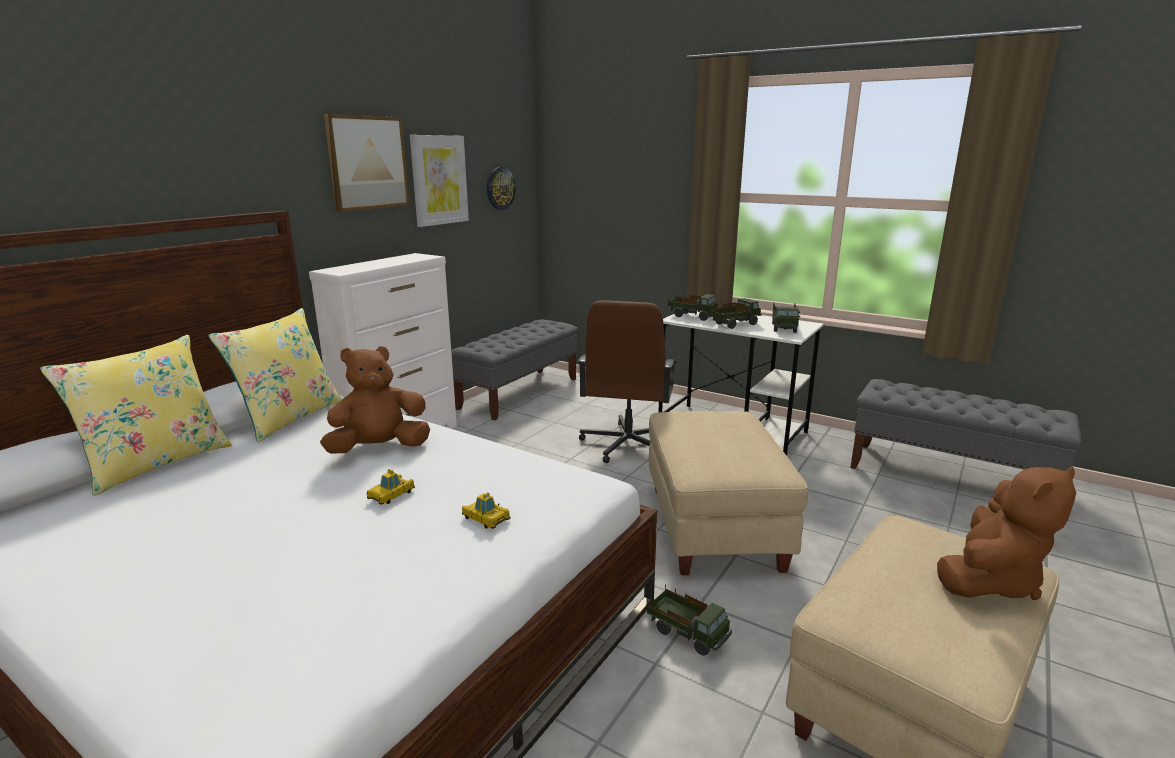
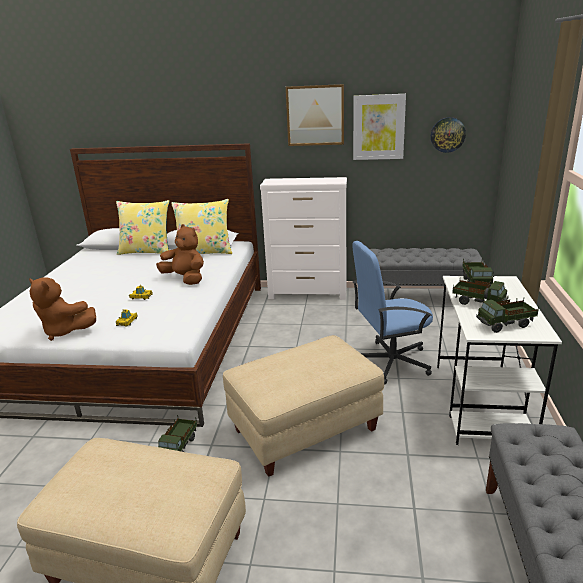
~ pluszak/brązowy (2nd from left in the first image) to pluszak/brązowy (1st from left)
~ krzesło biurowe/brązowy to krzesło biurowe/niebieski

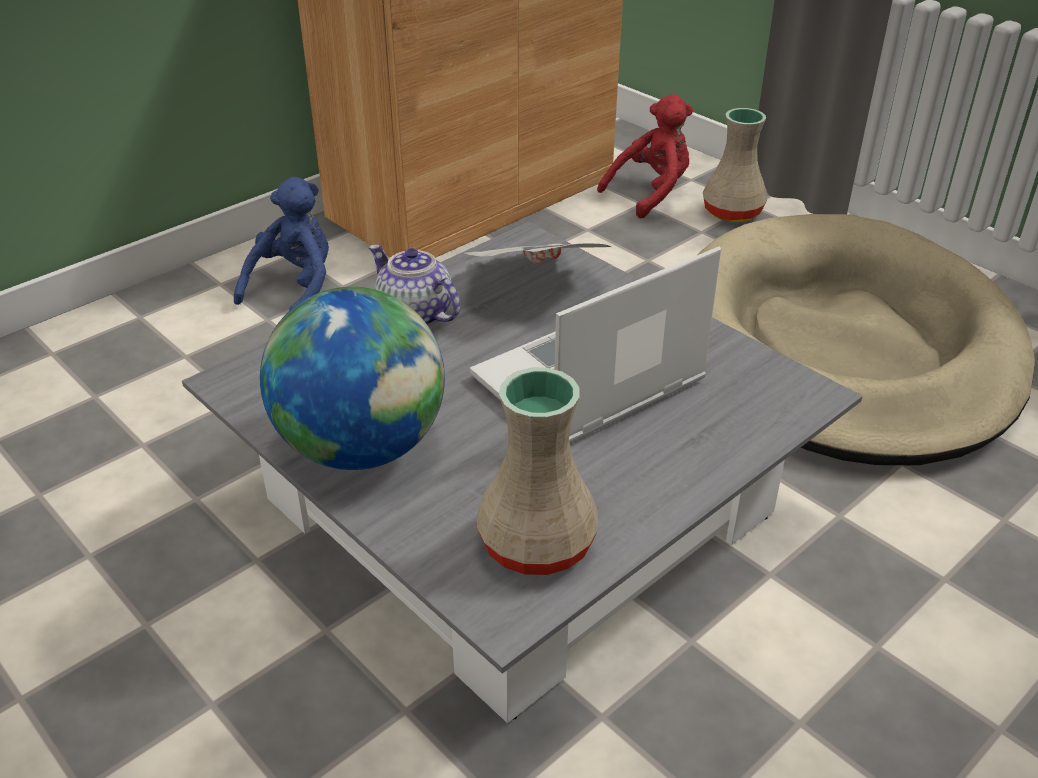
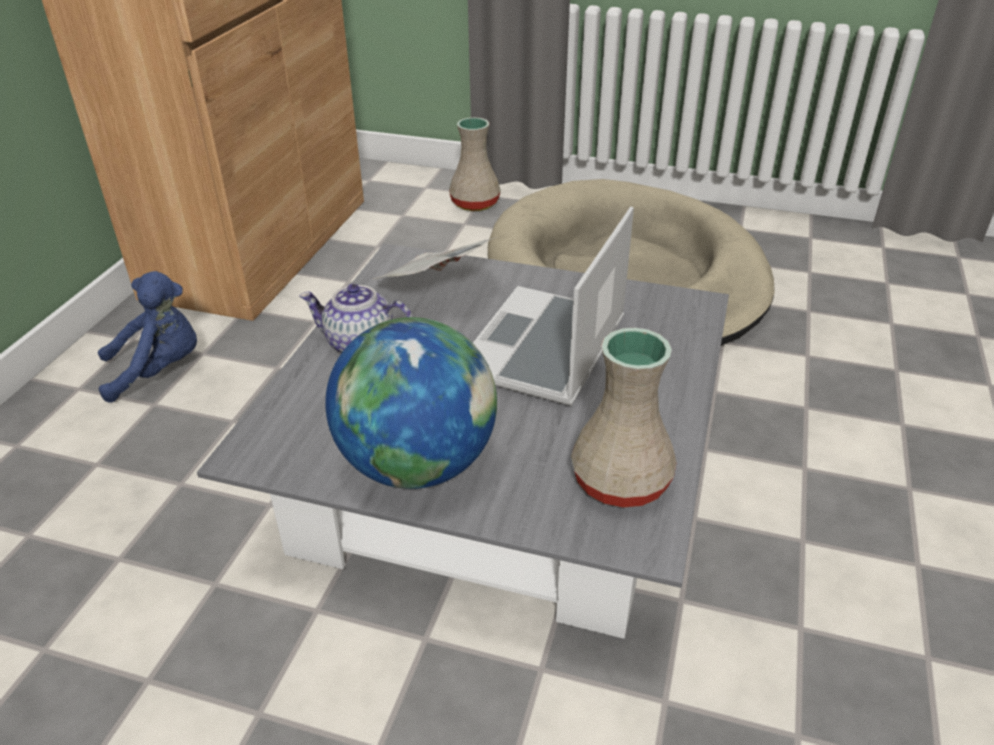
~ pluszak/niebieski 75 degrees clockwise
- pluszak/czerwony

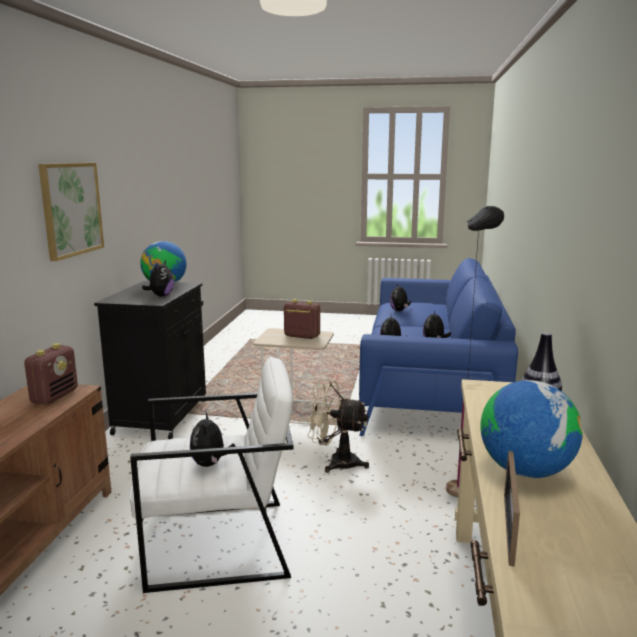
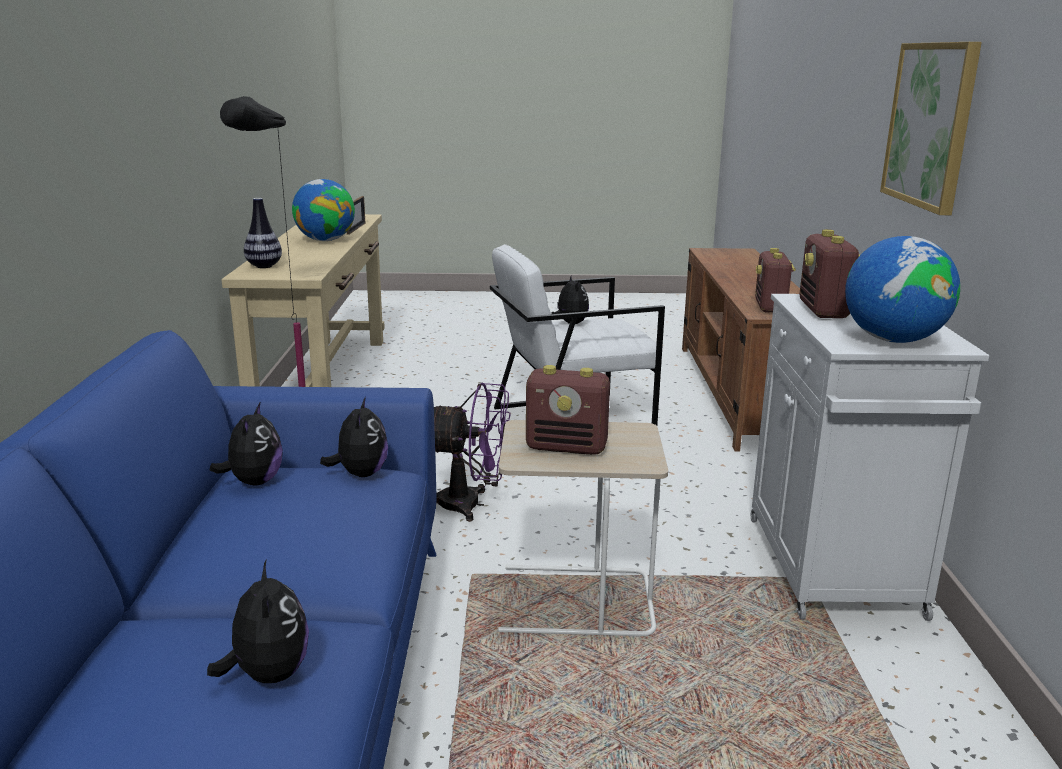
~ wentylator/beżowy to wentylator/fioletowy
~ szafka/czarny to szafka/biały
~ pluszak (1st from left) to radio (3rd from left)

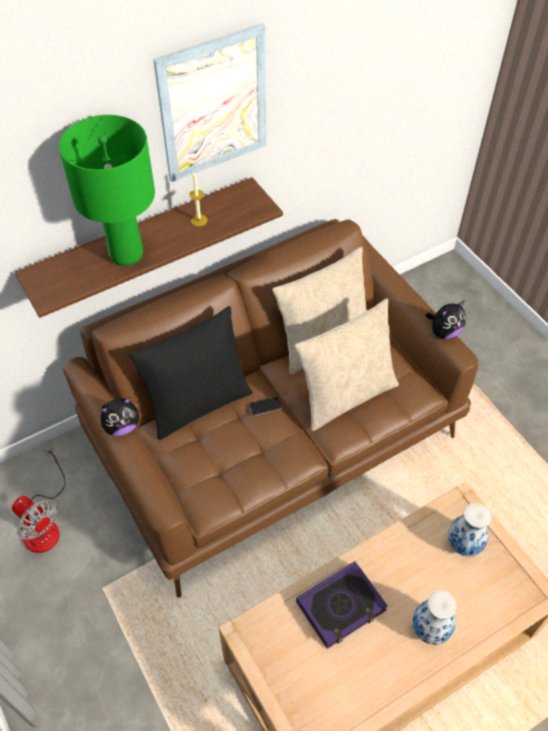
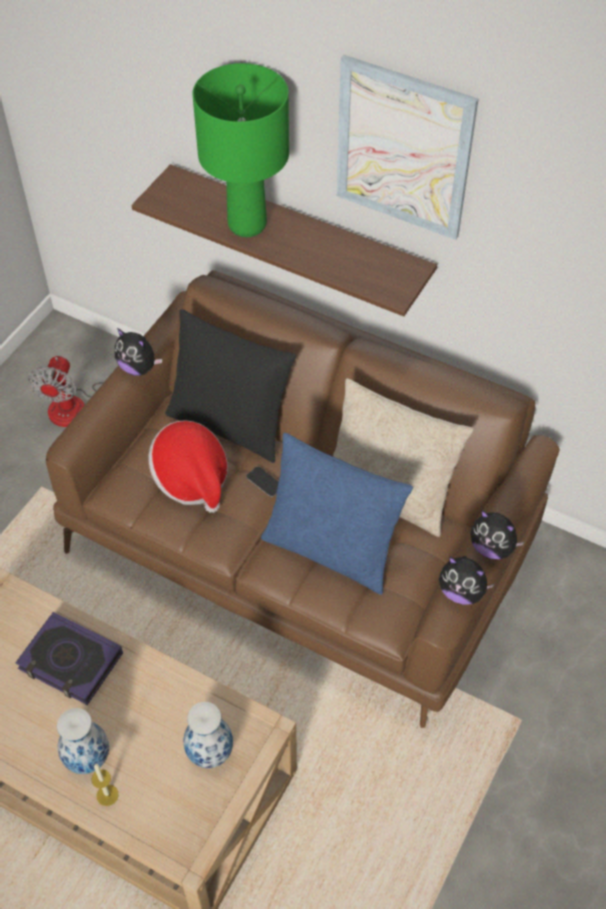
~ świeca
+ kapelusz
~ poduszka/beżowy (2nd from left) to poduszka/niebieski
+ pluszak (3rd from left)

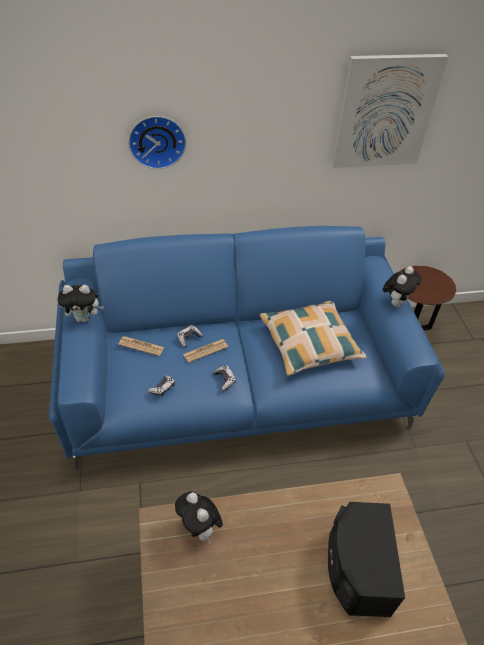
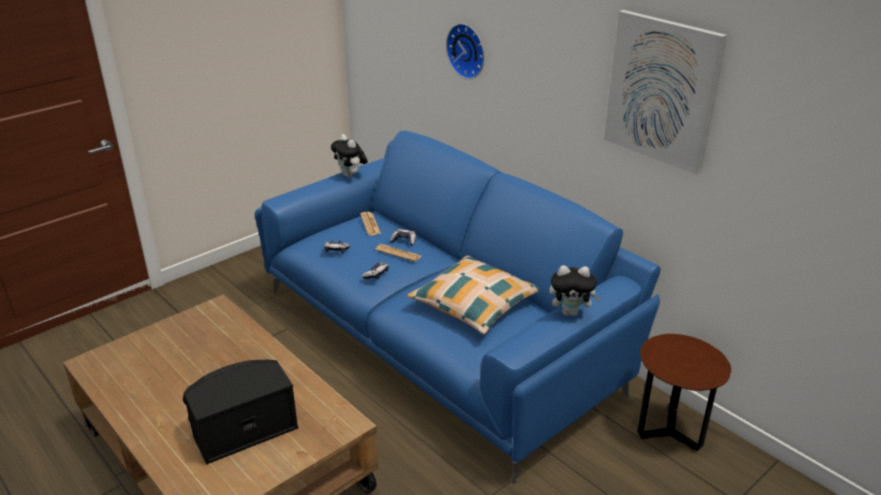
- pluszak (2nd from left)

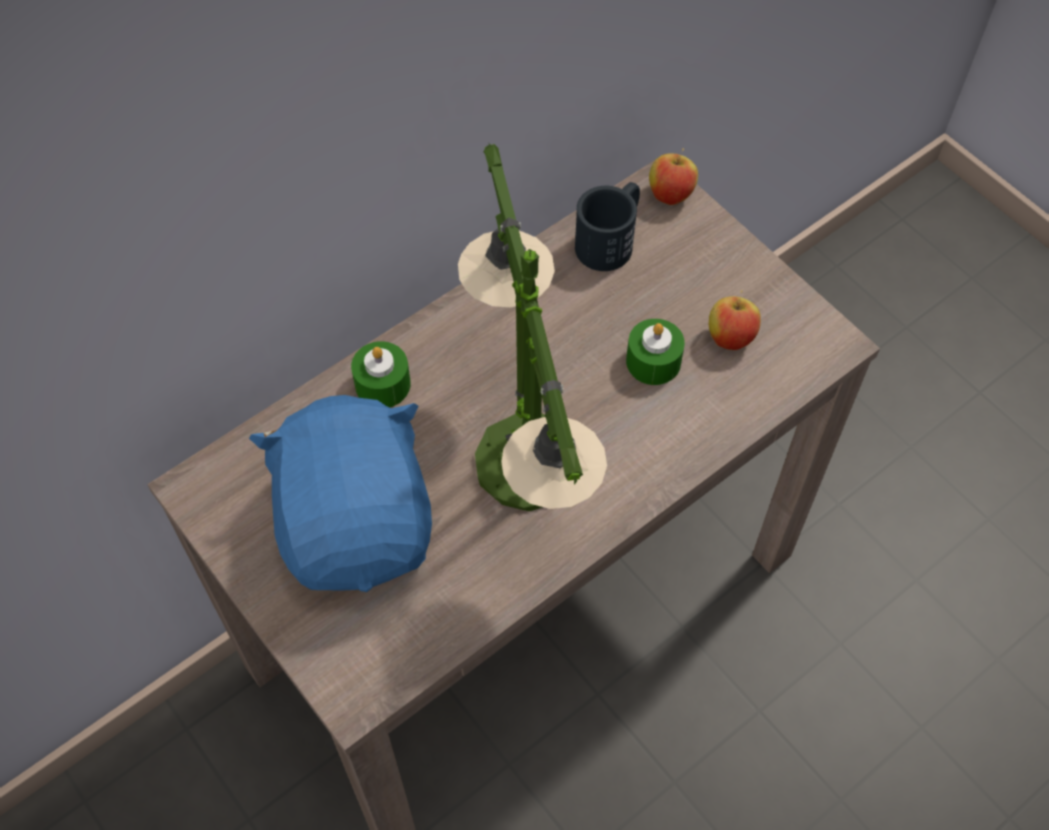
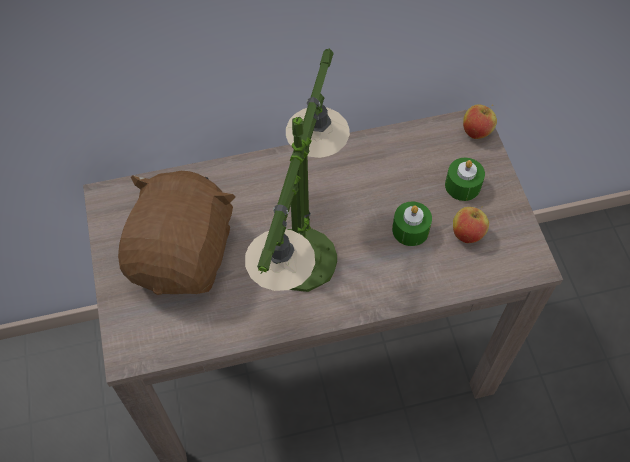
~ pluszak/niebieski to pluszak/brązowy
~ świeca/zielony (1st from left in the first image) to świeca/zielony (2nd from left)
- kubek/czarny

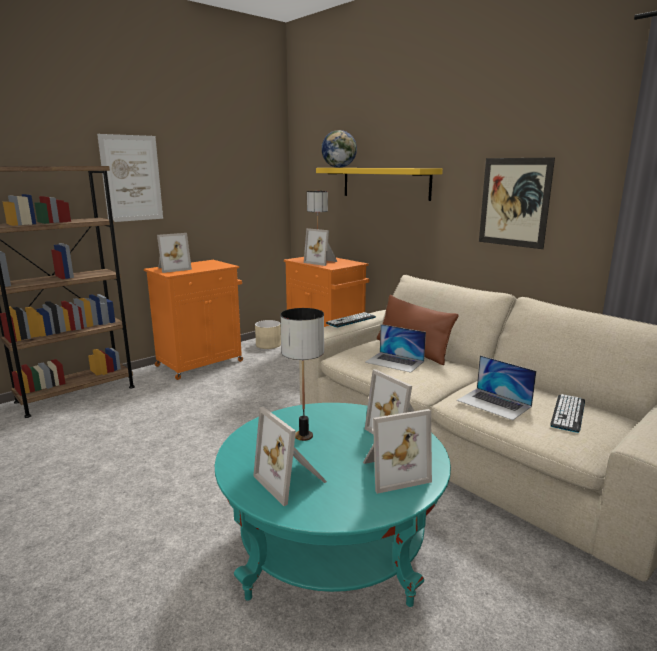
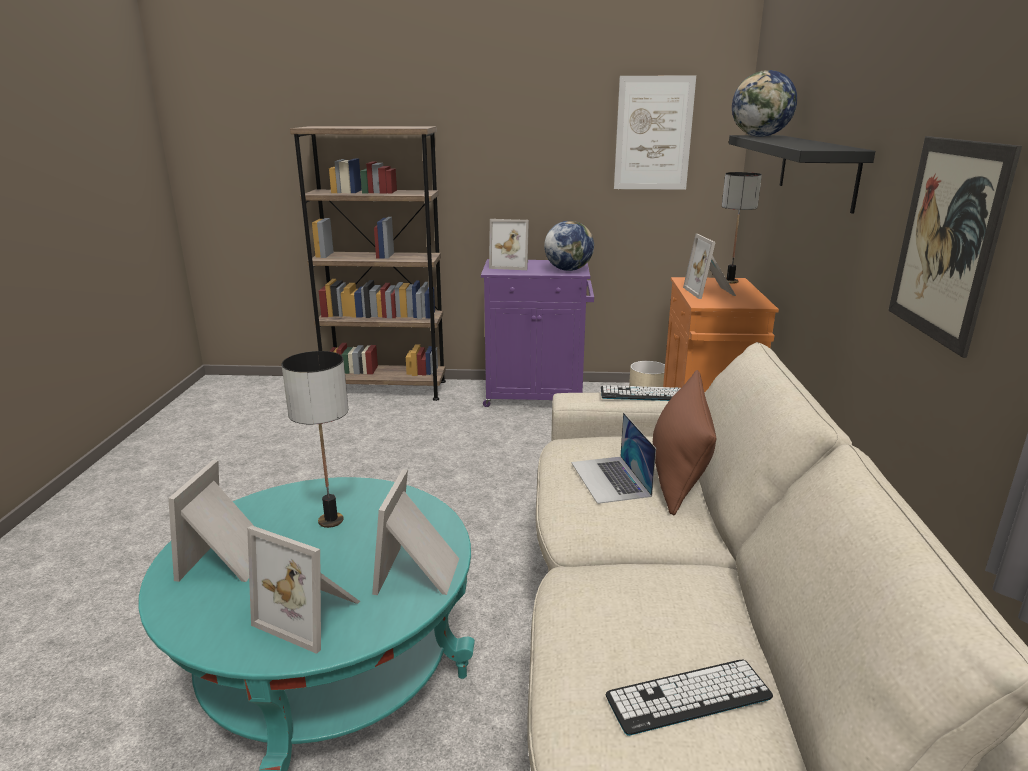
~ szafka/pomarańczowy (1st from left) to szafka/fioletowy
+ globus (1st from left)
~ obraz (1st from left)
~ półka/żółty to półka/czarny
- laptop (2nd from left)

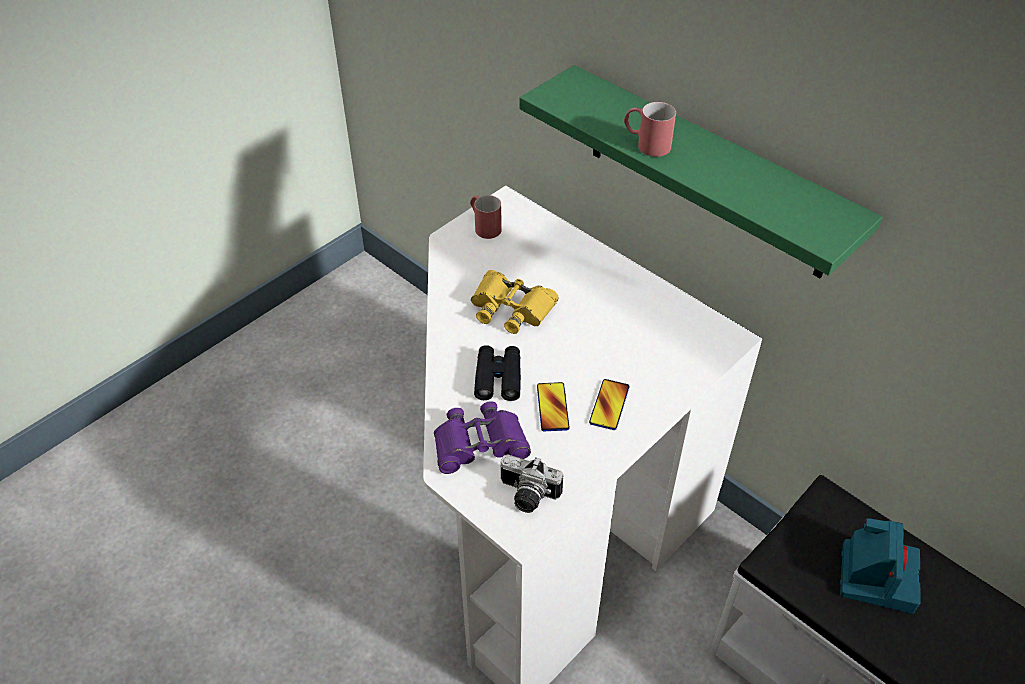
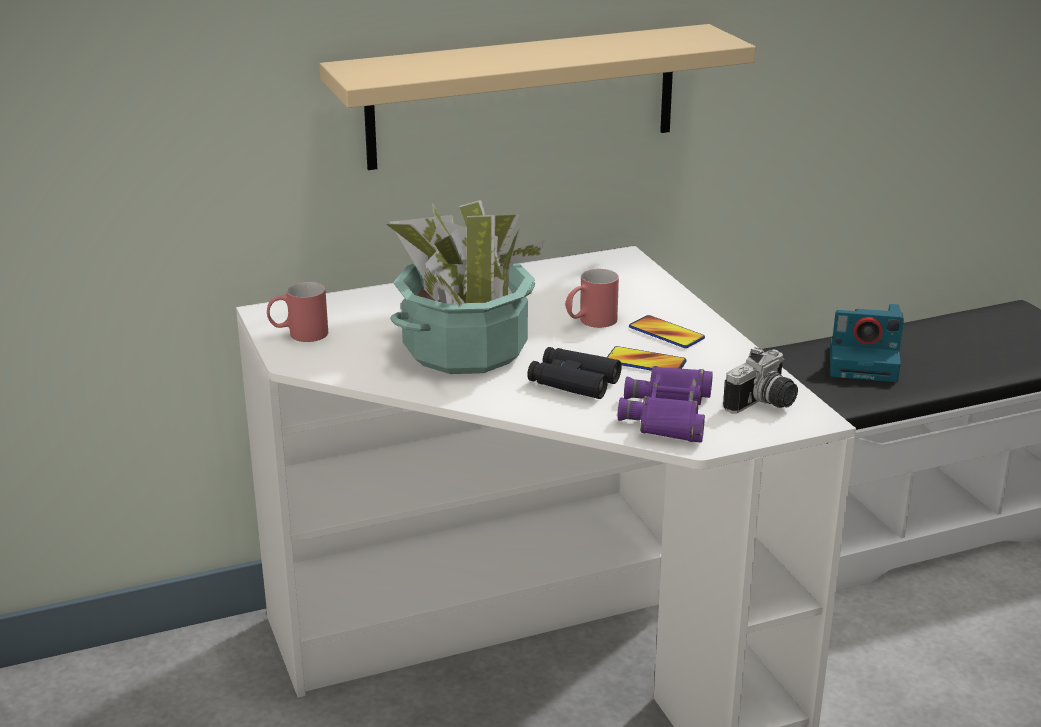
~ półka/zielony to półka/beżowy
~ lornetka/żółty to roślina doniczkowa
~ kubek/czerwony (2nd from left)
~ aparat fotograficzny (2nd from left) 150 degrees clockwise

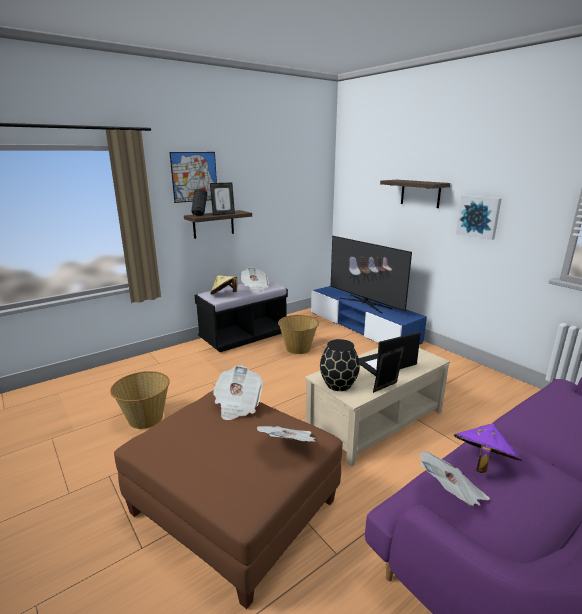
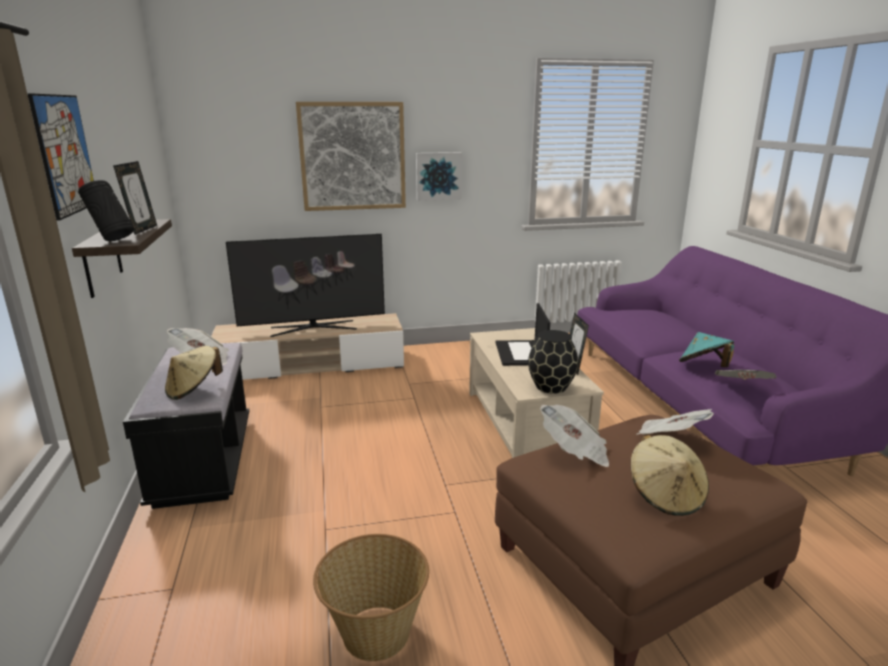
~ szafka pod telewizor/niebieski to szafka pod telewizor/beżowy
~ półka (2nd from left) to obraz (2nd from left)
+ kapelusz/beżowy (2nd from left)
~ kapelusz/fioletowy to kapelusz/turkusowy
- koszyk (2nd from left)

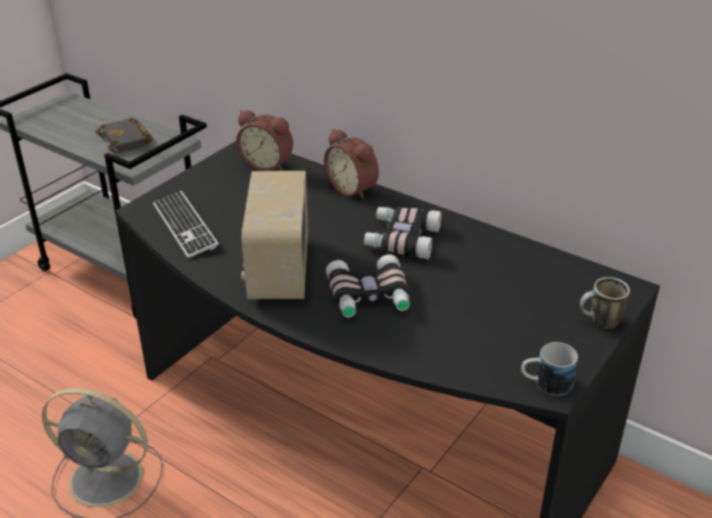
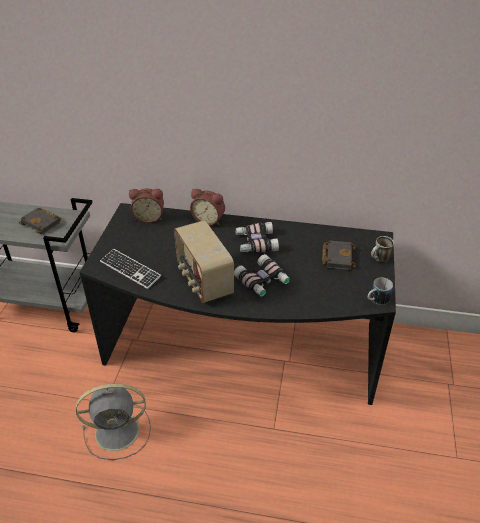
+ książka/czarny (2nd from left)

